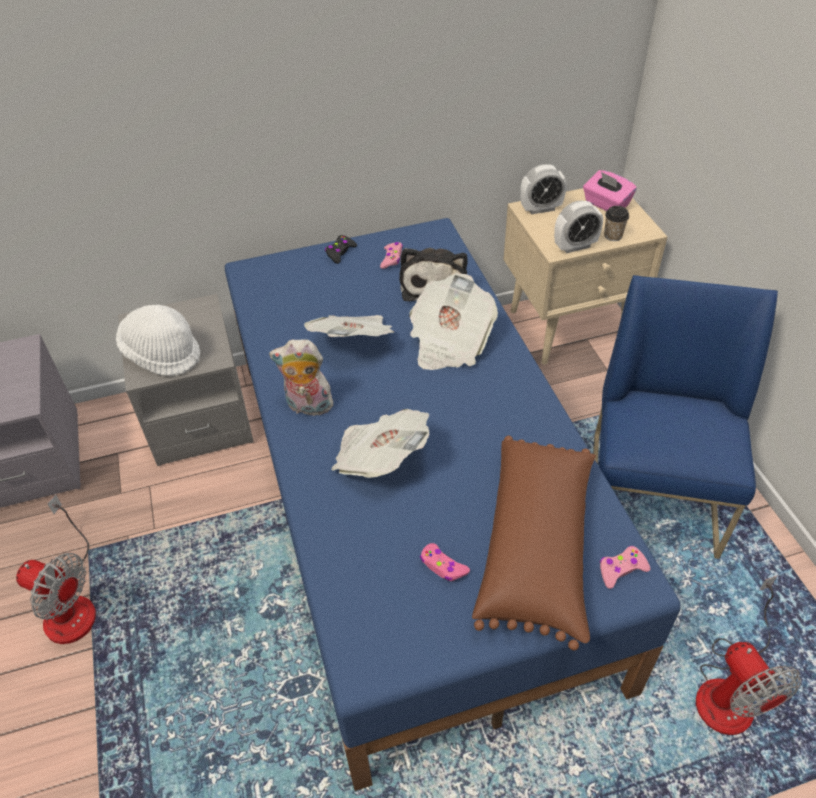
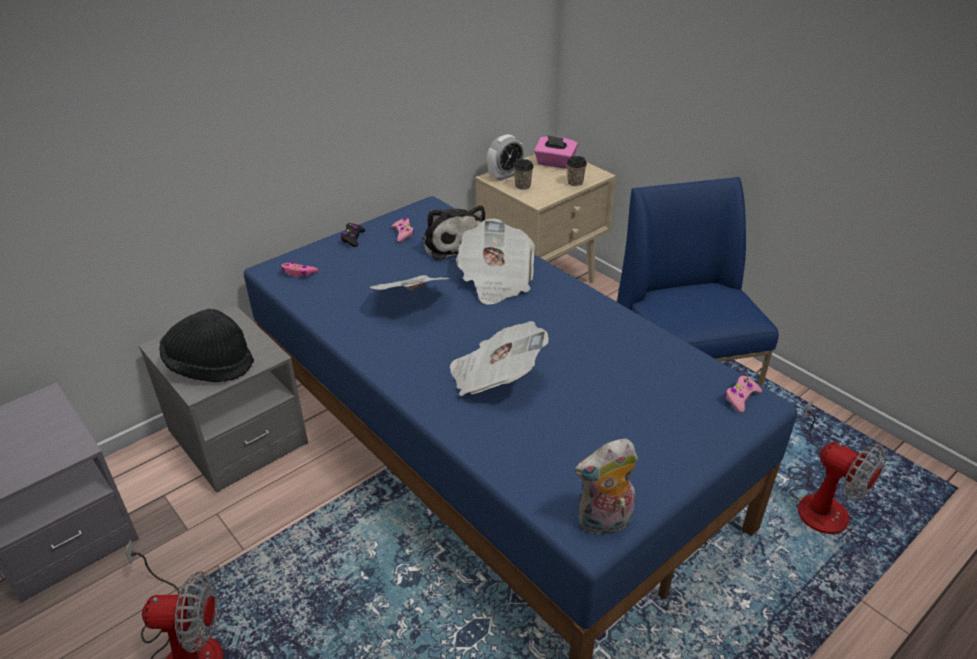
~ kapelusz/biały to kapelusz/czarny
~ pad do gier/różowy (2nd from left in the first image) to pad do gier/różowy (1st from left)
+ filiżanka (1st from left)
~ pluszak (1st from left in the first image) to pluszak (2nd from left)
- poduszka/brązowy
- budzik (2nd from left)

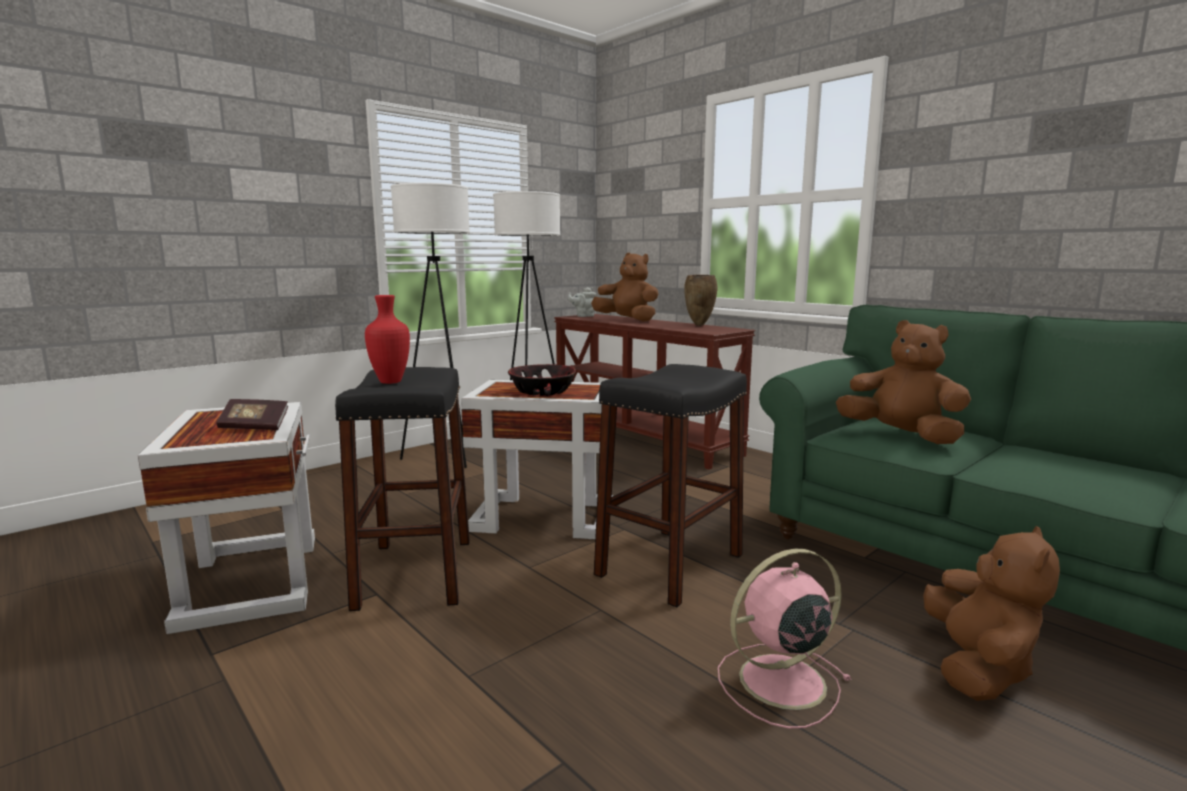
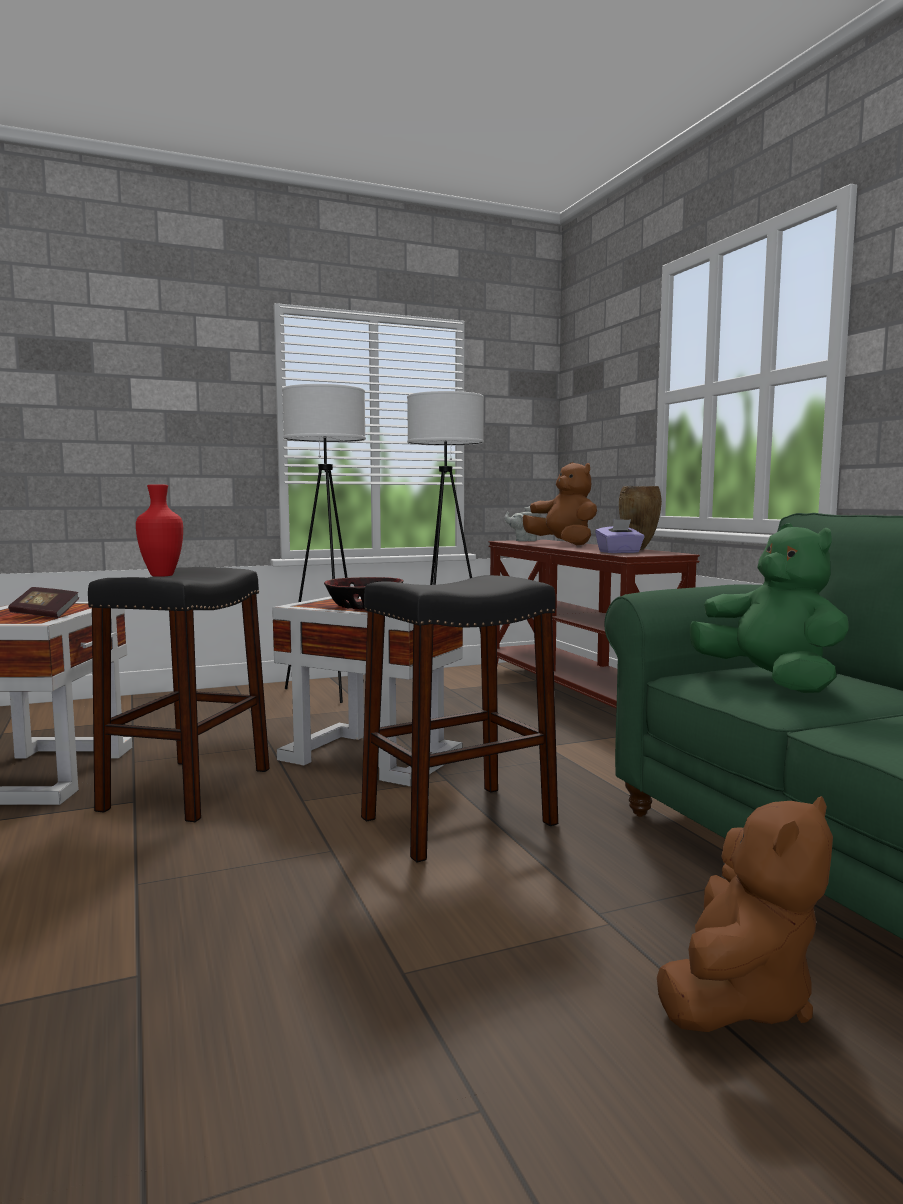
+ pudełko chusteczek/fioletowy
~ pluszak/brązowy (2nd from left) to pluszak/zielony
- wentylator/różowy

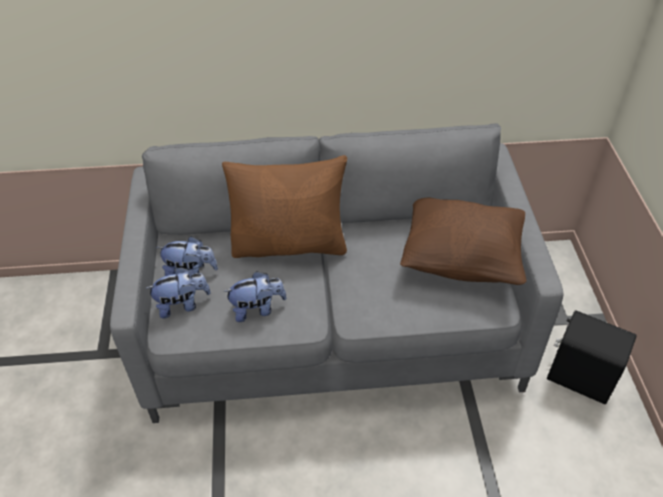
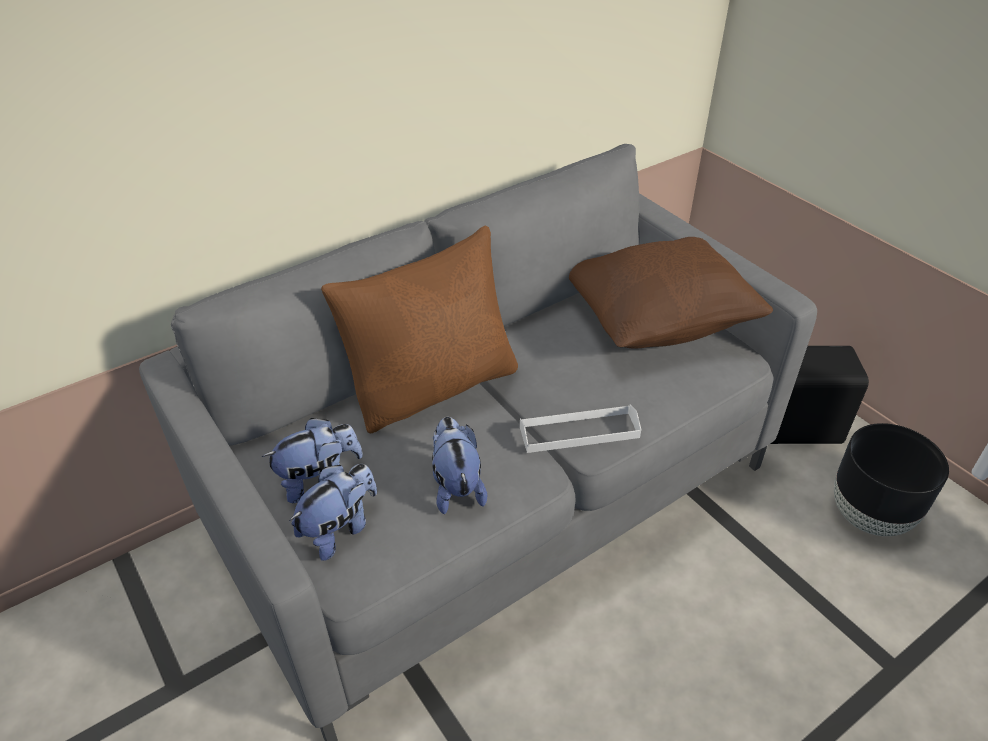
~ pluszak (3rd from left) 60 degrees counterclockwise
+ taca/biały
+ donica/czarny

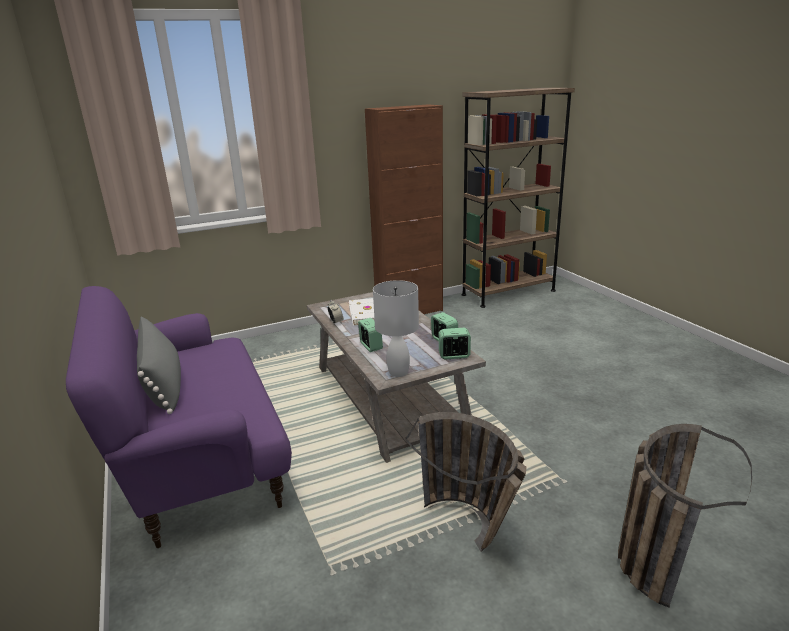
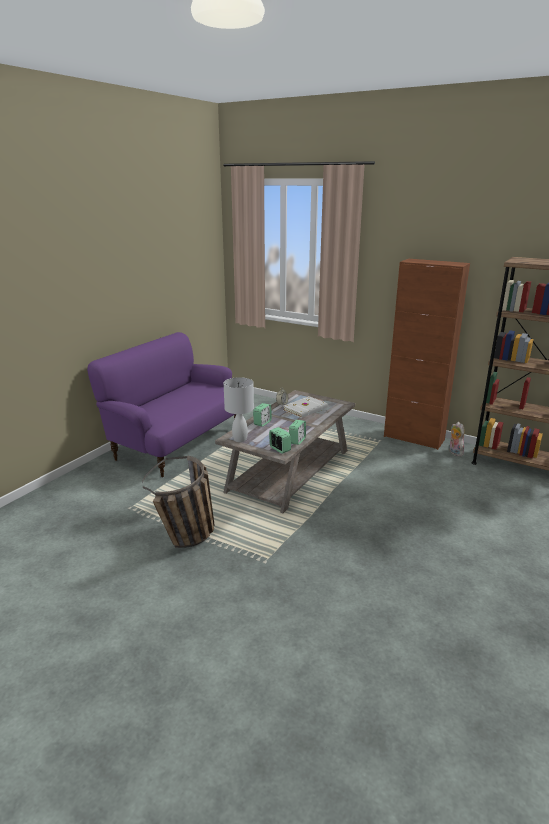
+ pluszak
- poduszka/szary
- koszyk (2nd from left)

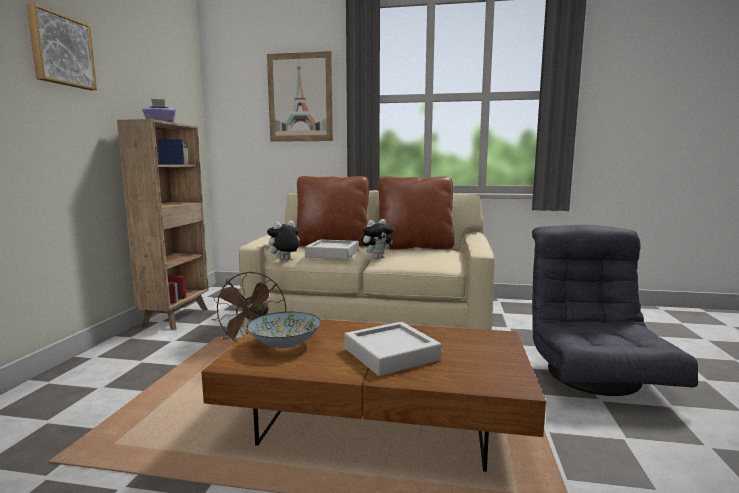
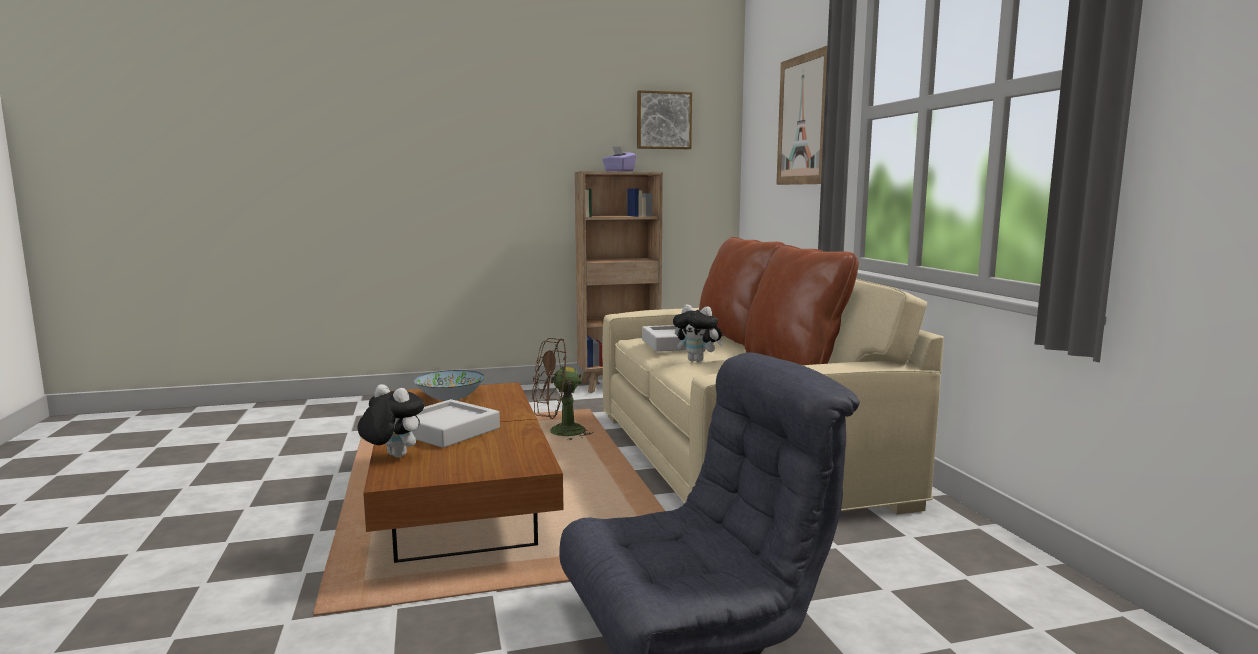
~ pluszak (1st from left)
~ obraz (1st from left)

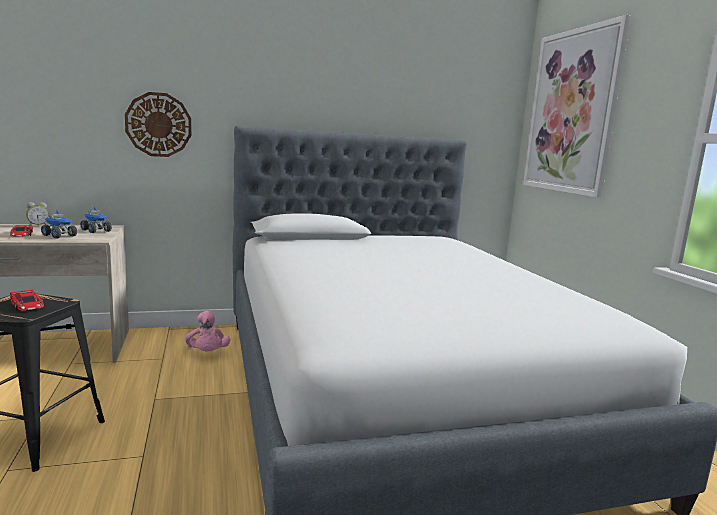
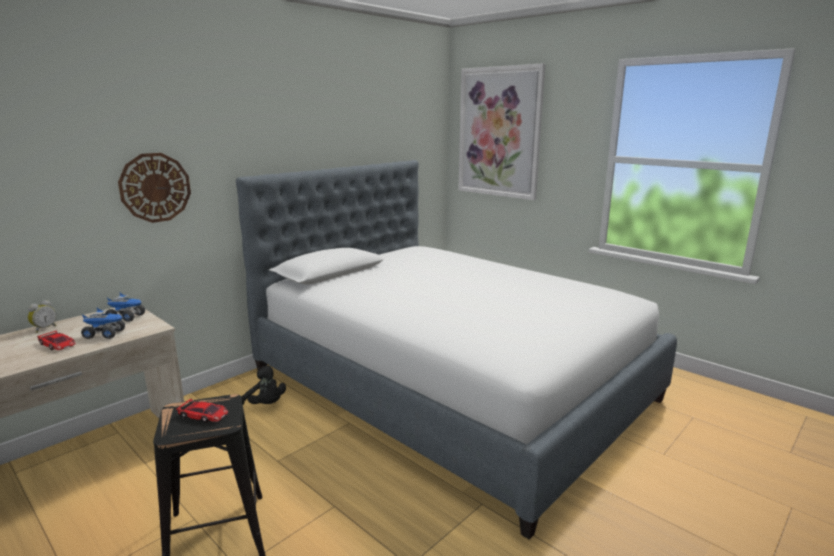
~ pluszak/różowy to pluszak/czarny

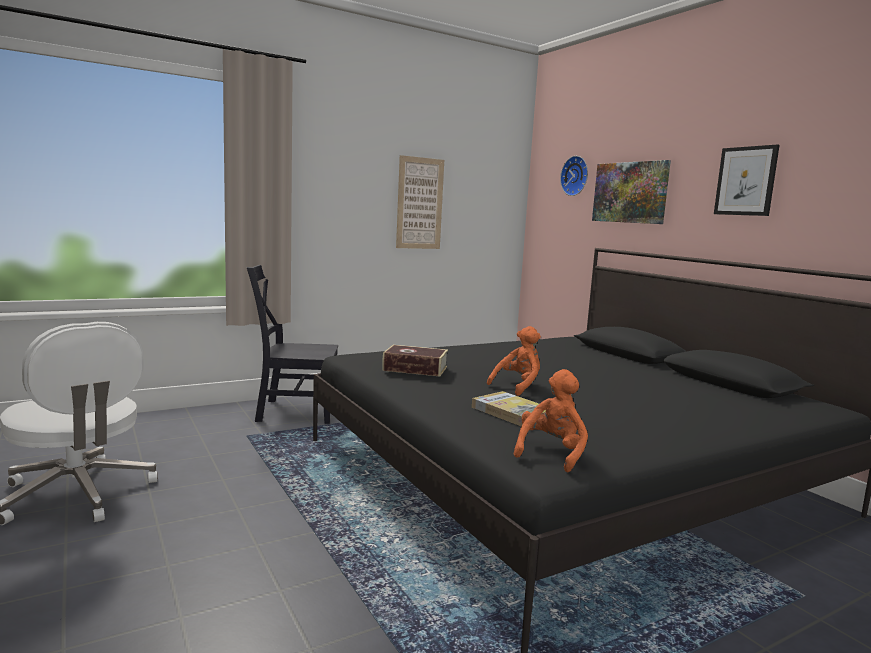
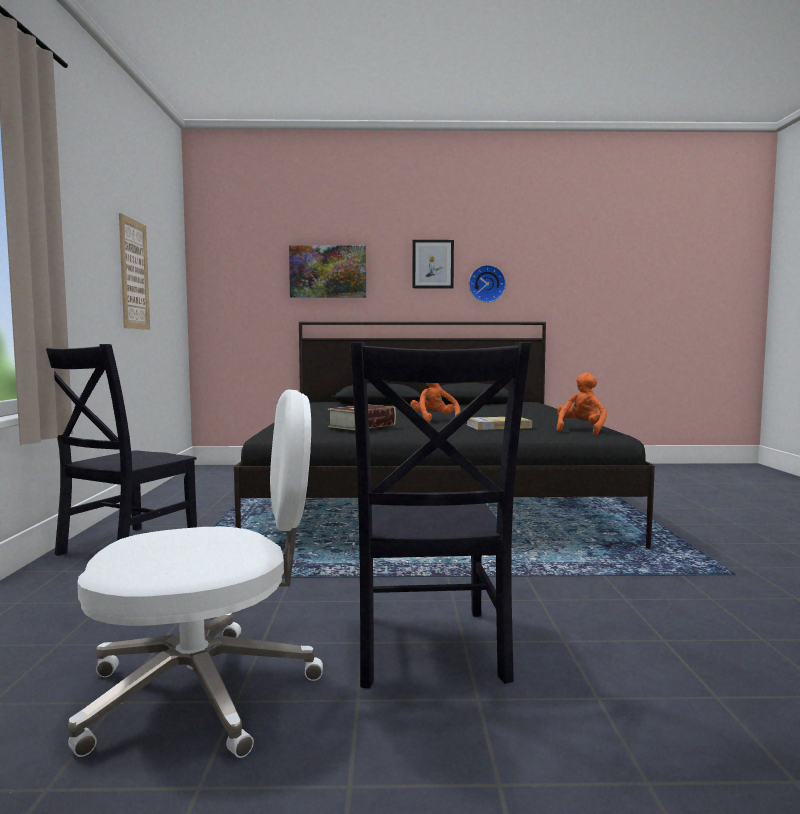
+ krzesło/czarny (2nd from left)
~ zegar ścienny
~ pluszak/pomarańczowy (2nd from left) 60 degrees clockwise

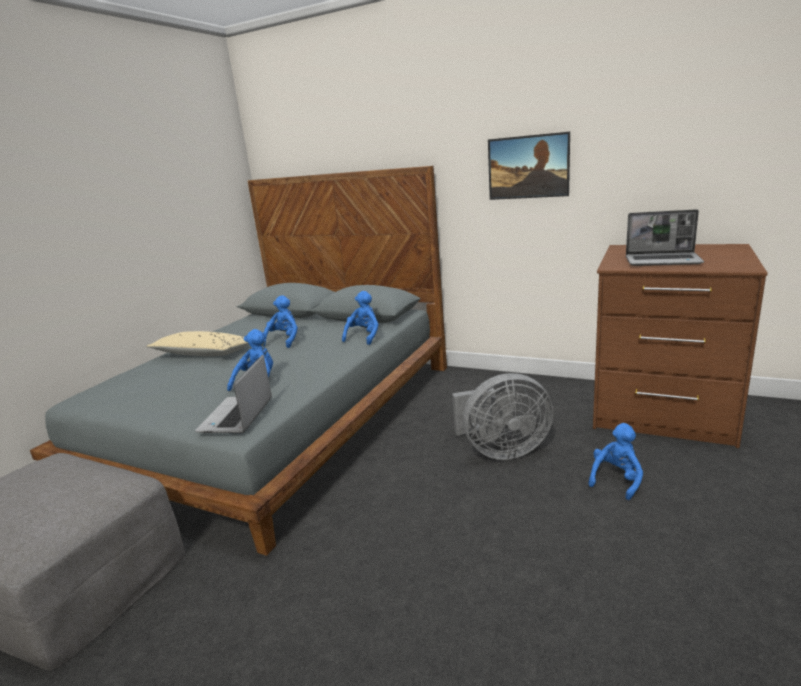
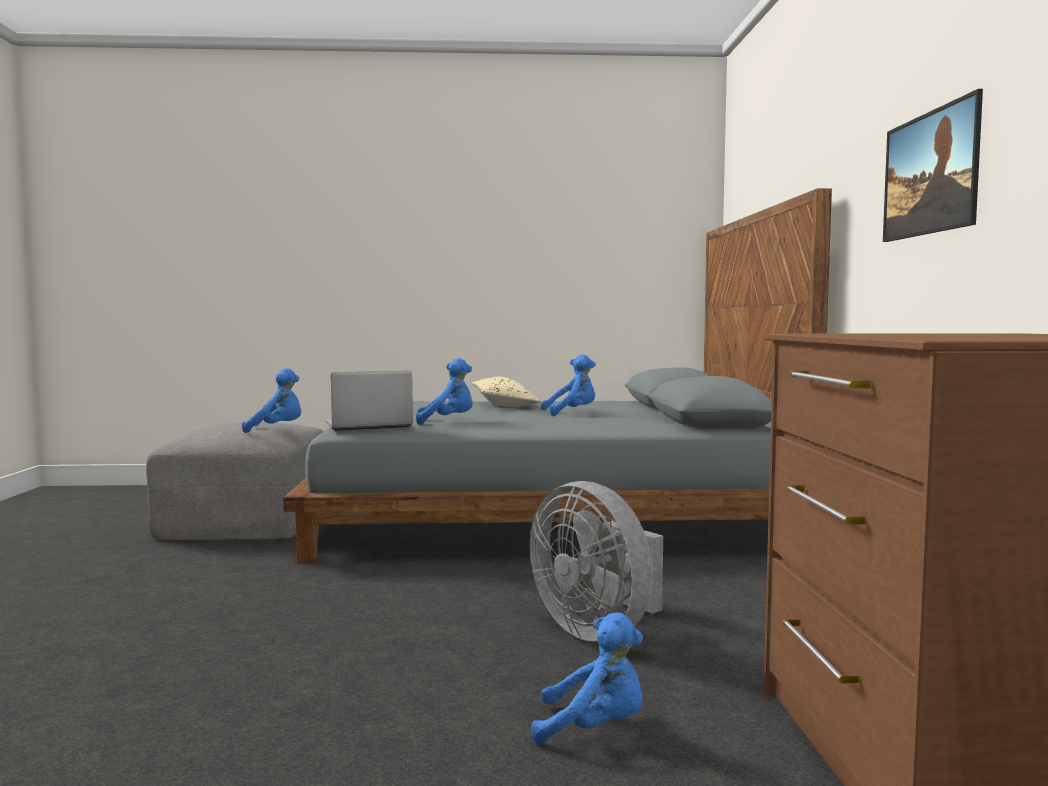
~ pluszak/niebieski (3rd from left in the first image) to pluszak/niebieski (1st from left)
- laptop (2nd from left)

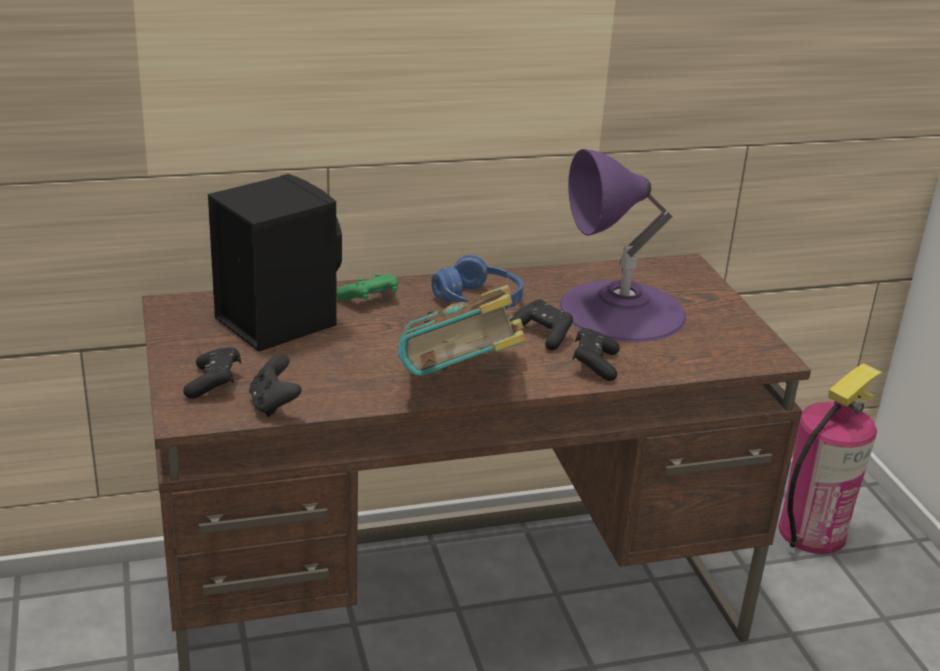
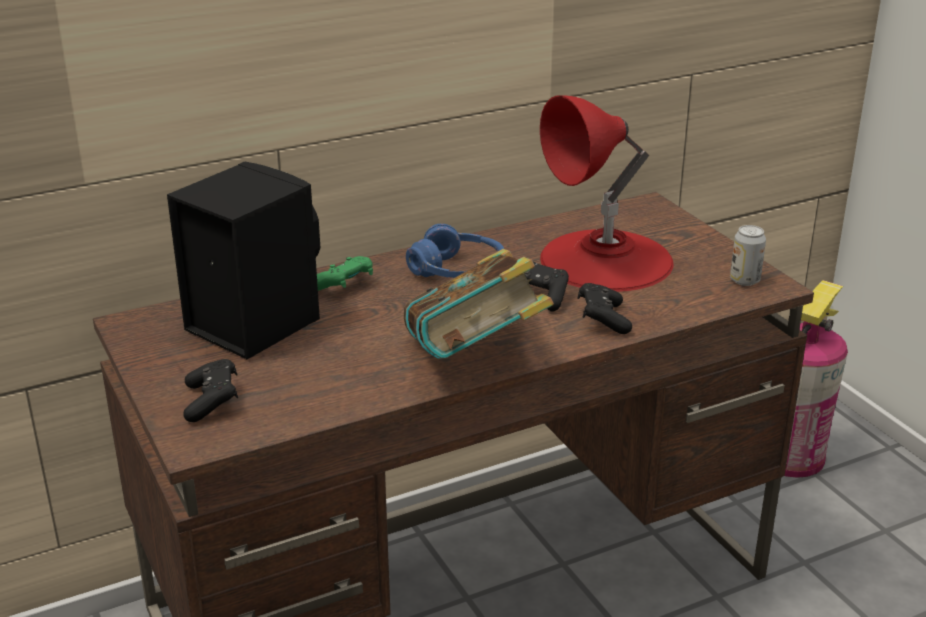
~ lampa stołowa/fioletowy to lampa stołowa/czerwony
+ puszka
- pad do gier/czarny (2nd from left)

